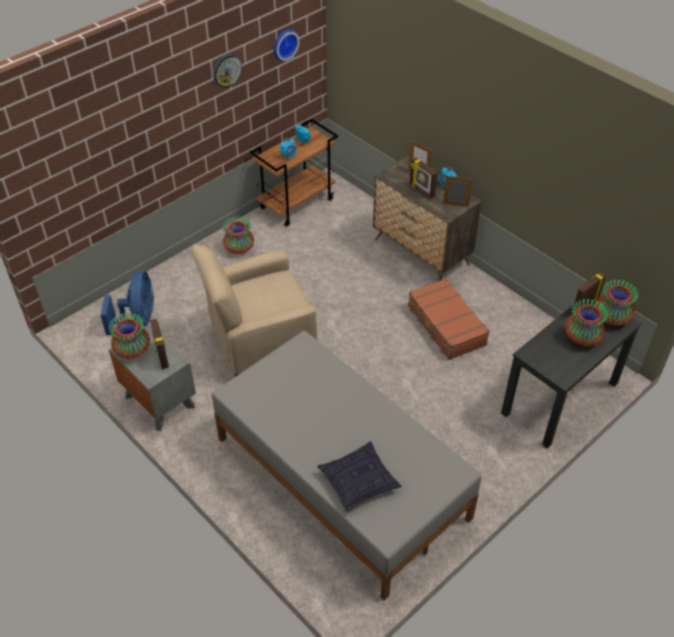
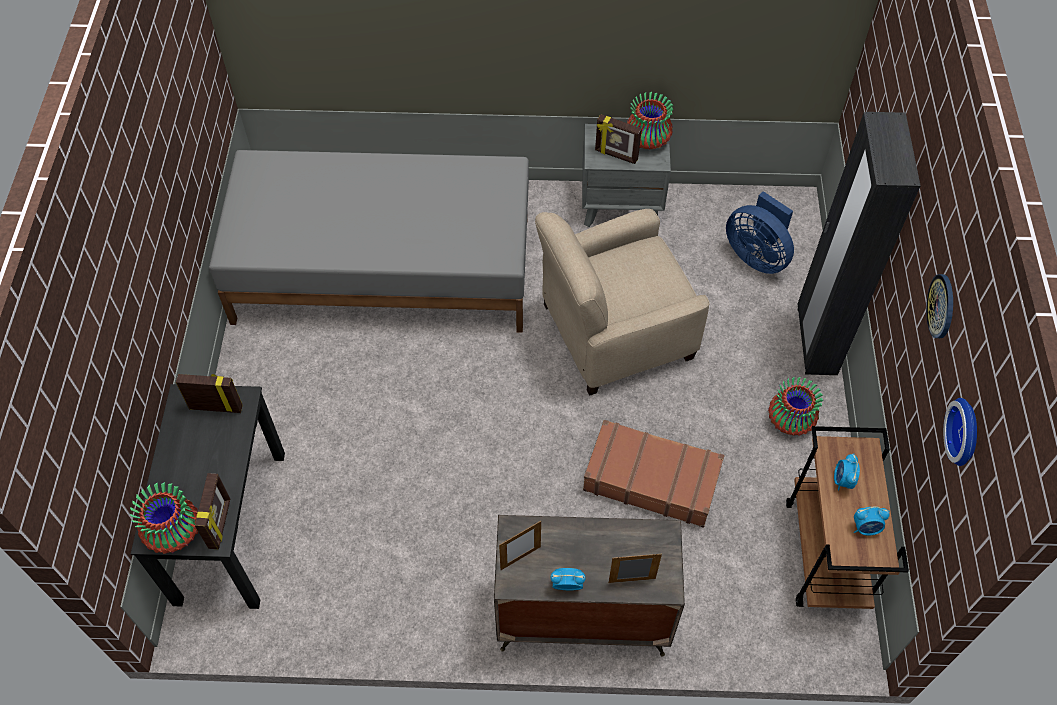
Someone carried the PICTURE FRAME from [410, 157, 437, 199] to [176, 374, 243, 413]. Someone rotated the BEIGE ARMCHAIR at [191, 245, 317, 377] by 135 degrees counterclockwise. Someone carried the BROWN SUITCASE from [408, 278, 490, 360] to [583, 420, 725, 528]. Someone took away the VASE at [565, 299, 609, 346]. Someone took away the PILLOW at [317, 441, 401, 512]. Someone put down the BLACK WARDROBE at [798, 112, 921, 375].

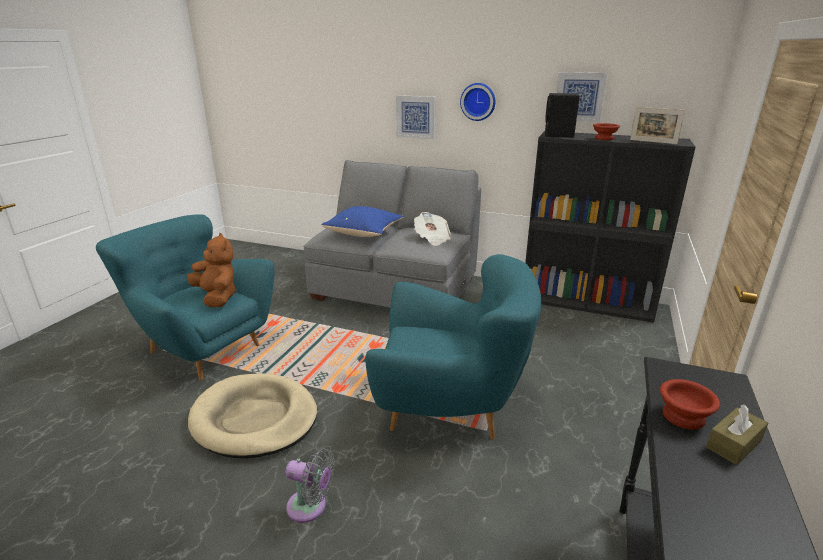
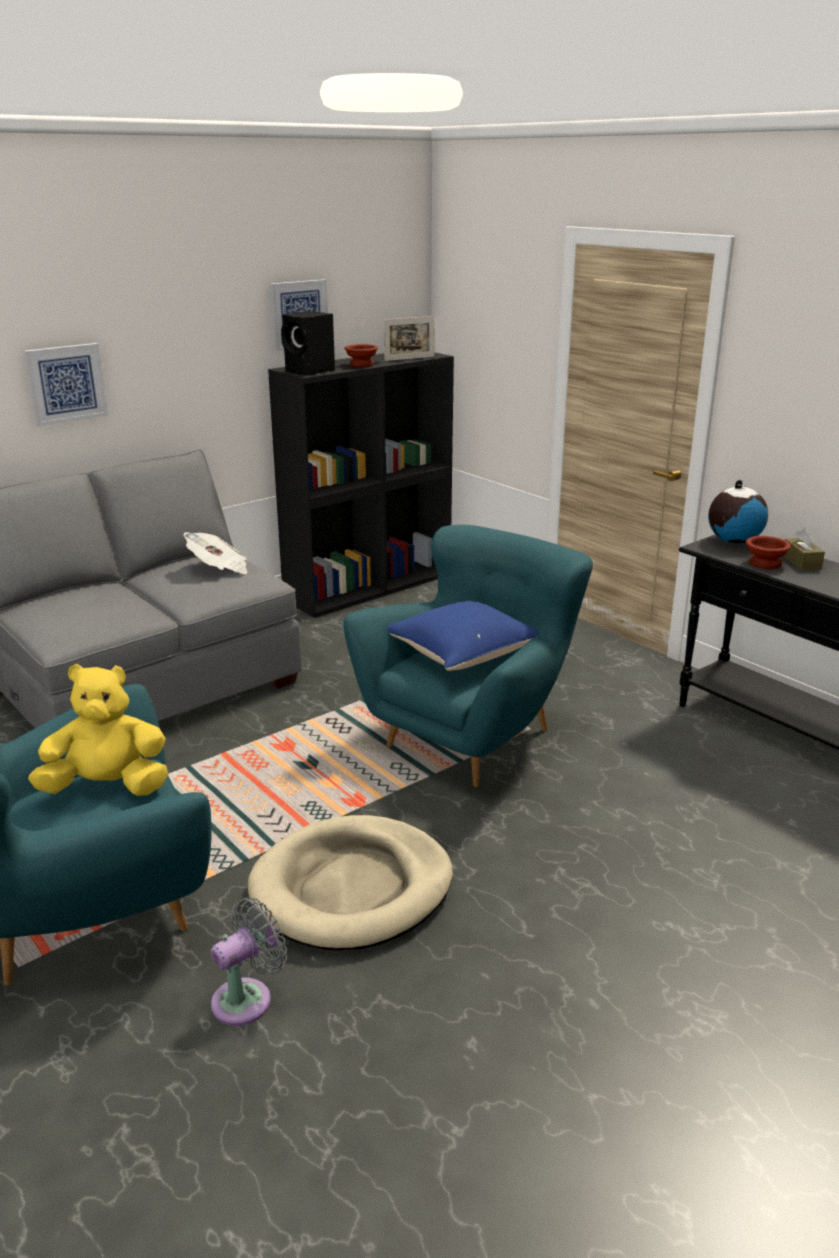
Someone took away the WALL CLOCK at [460, 83, 495, 121]. Someone carried the BLUE PILLOW from [321, 206, 404, 237] to [387, 601, 539, 671]. Someone repainted the BROWN PLUSH TOY at [187, 233, 236, 307], which became the YELLOW PLUSH TOY at [28, 664, 168, 796]. Someone carried the GREY FAN from [285, 448, 335, 523] to [210, 897, 287, 1026]. Someone put down the GLOBE at [708, 480, 768, 544].

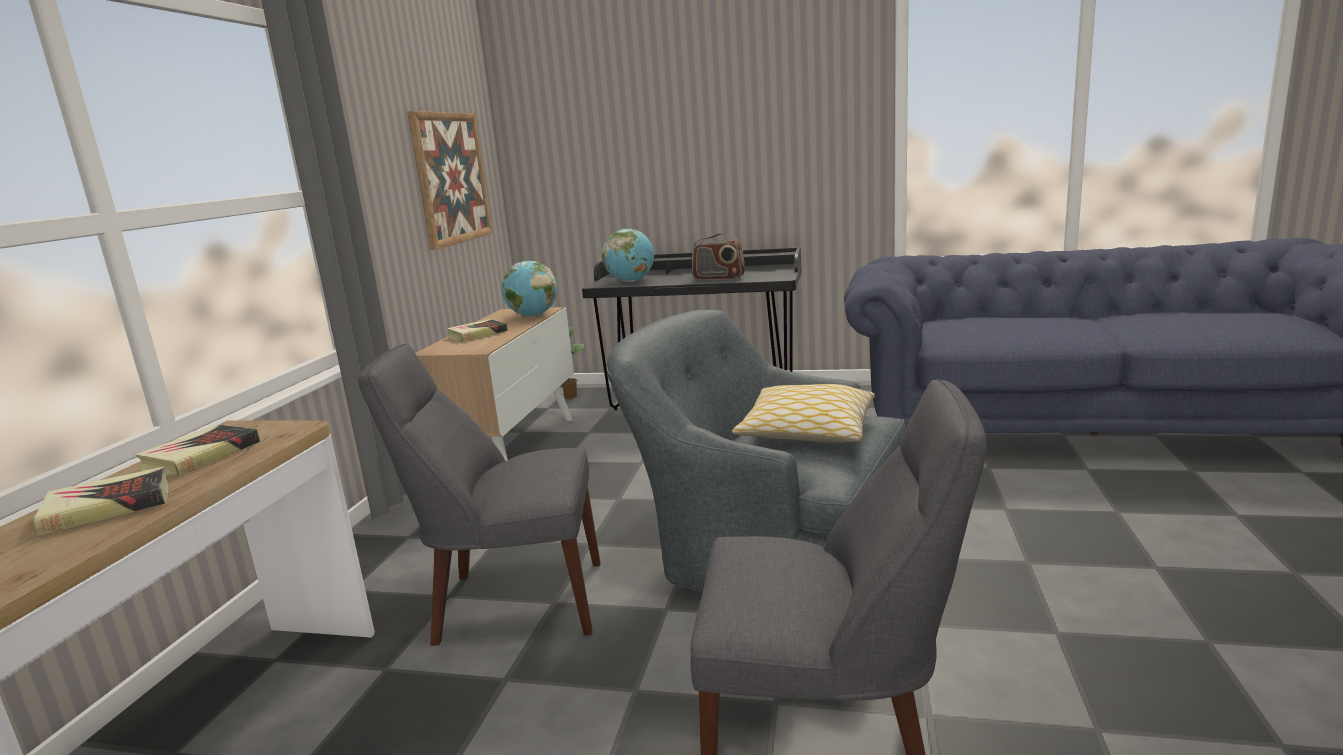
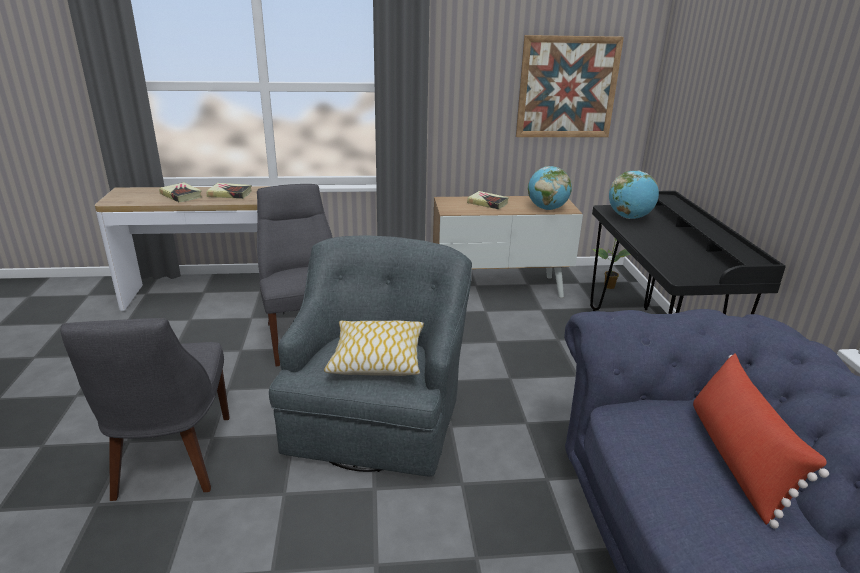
Someone took away the RADIO at [692, 233, 745, 280]. Someone put down the RED PILLOW at [693, 354, 829, 529].

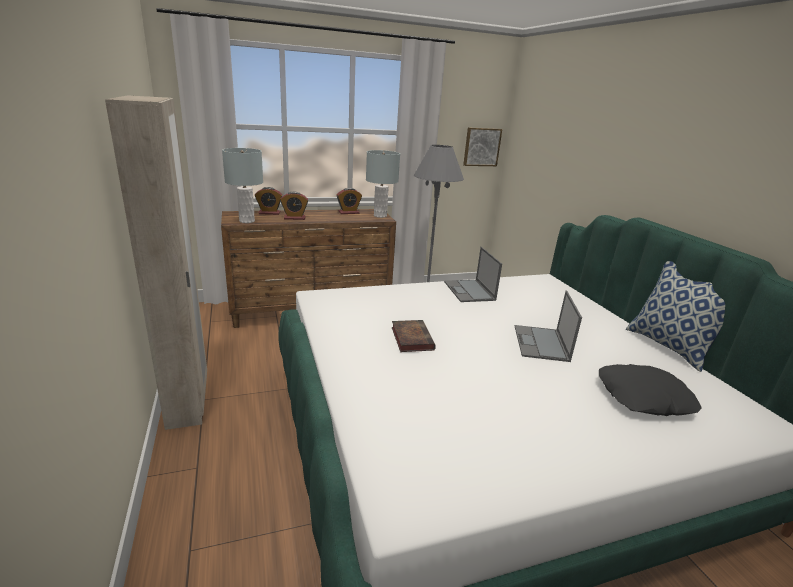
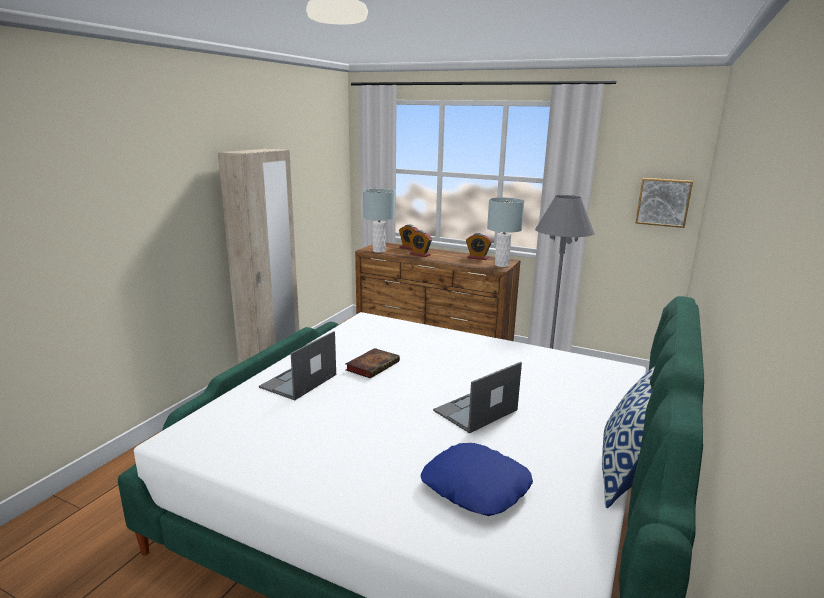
Someone carried the LAPTOP from [444, 247, 502, 302] to [259, 331, 336, 400]. Someone repainted the BLACK PILLOW at [599, 364, 702, 416], which became the BLUE PILLOW at [421, 443, 533, 516].

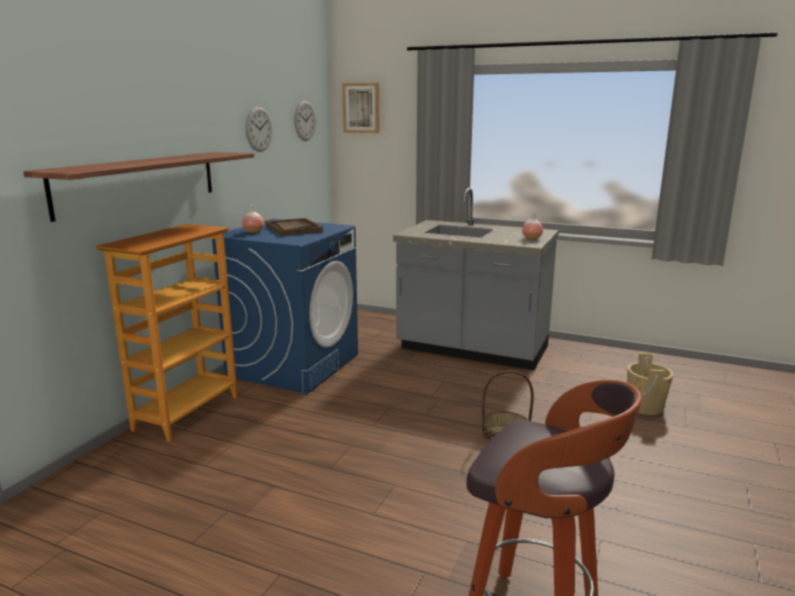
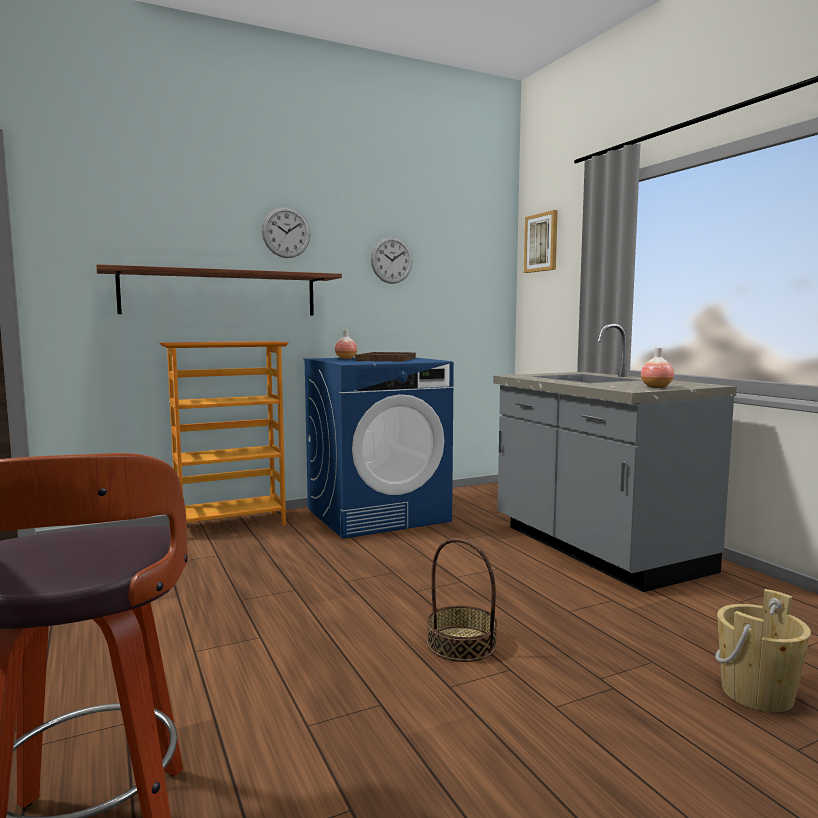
Someone carried the WALL CLOCK from [294, 101, 316, 141] to [262, 207, 311, 258].

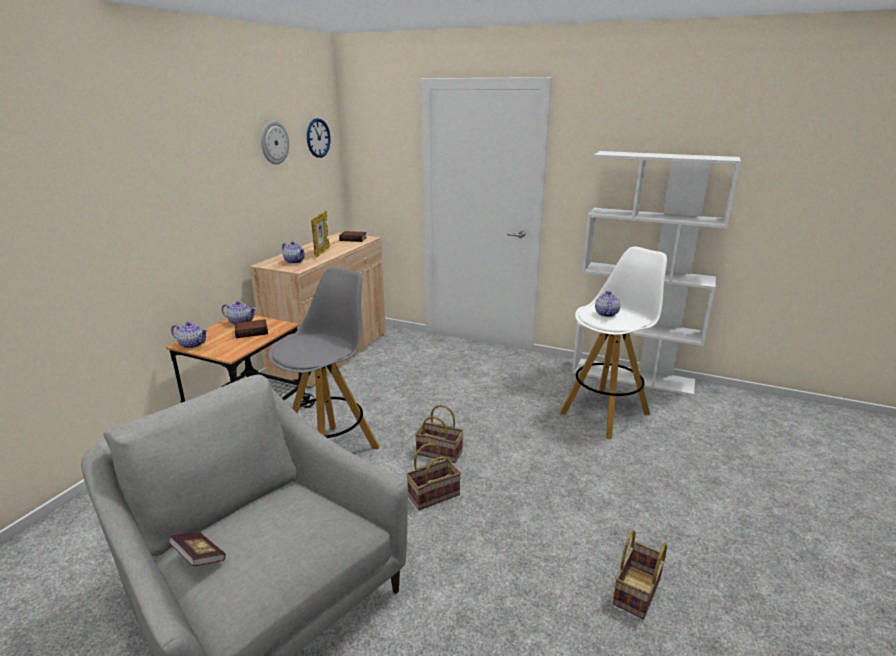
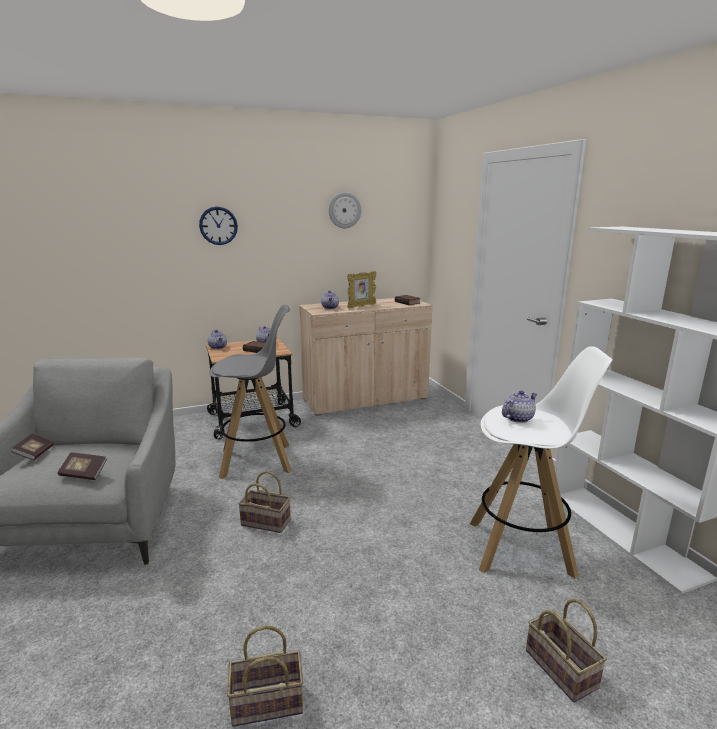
Someone carried the WALL CLOCK from [307, 118, 330, 158] to [199, 207, 238, 245]. Someone carried the BASKET from [415, 405, 464, 463] to [526, 599, 607, 702]. Someone put down the BOOK at [57, 452, 107, 480].

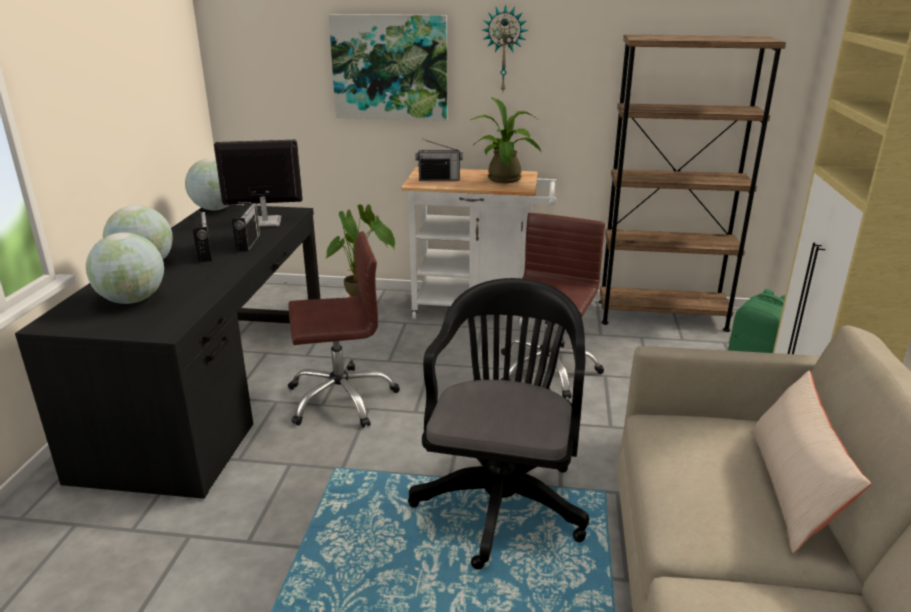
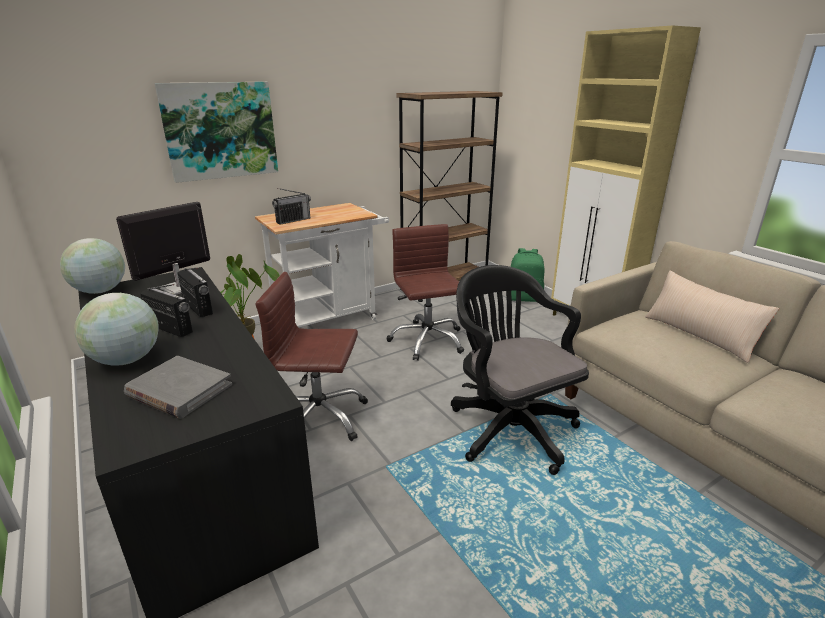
Someone took away the WALL CLOCK at [483, 5, 528, 91]. Someone took away the POTTED PLANT at [470, 97, 541, 183]. Someone rotated the BROWN OFFICE CHAIR at [288, 231, 400, 428] by 120 degrees counterclockwise. Someone swapped the GLOBE at [86, 232, 164, 304] for the GREY BOOK at [124, 356, 232, 419].

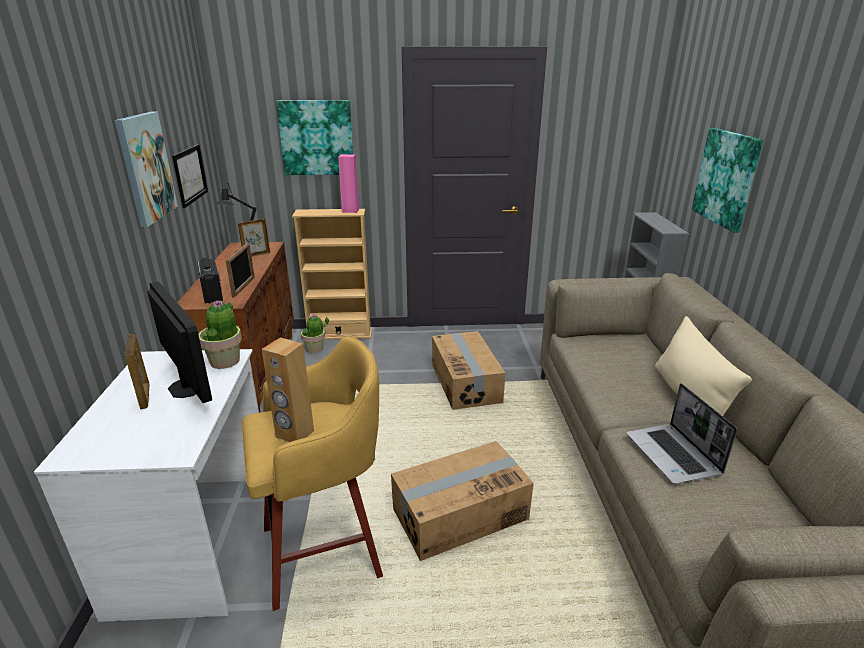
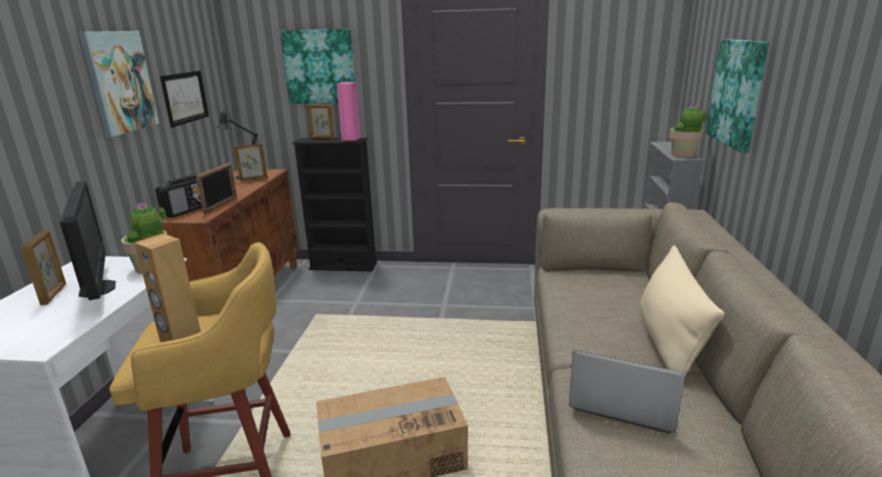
Someone repainted the BEIGE BOOKCASE at [292, 209, 372, 340], which became the BLACK BOOKCASE at [293, 137, 377, 271]. Someone rotated the RADIO at [197, 258, 223, 303] by 45 degrees clockwise. Someone carried the POTTED PLANT from [301, 314, 329, 353] to [669, 104, 707, 158]. Someone took away the CARDBOARD BOX at [432, 331, 506, 410]. Someone rotated the LAPTOP at [626, 383, 737, 485] by 120 degrees clockwise. Someone put down the PICTURE FRAME at [307, 104, 334, 139].

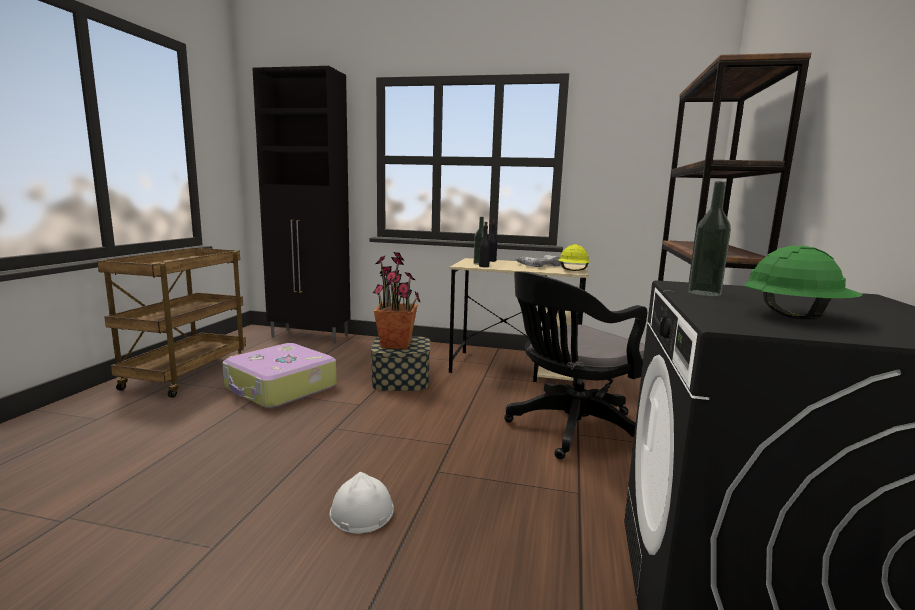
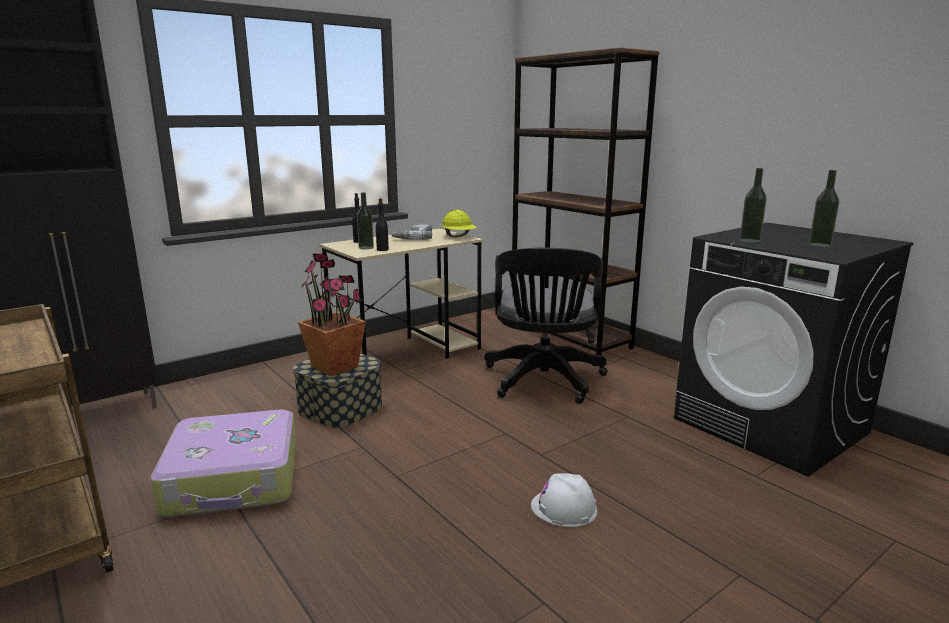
Someone swapped the GREEN HARD HAT at [744, 246, 862, 319] for the BOTTLE at [809, 170, 839, 247].

